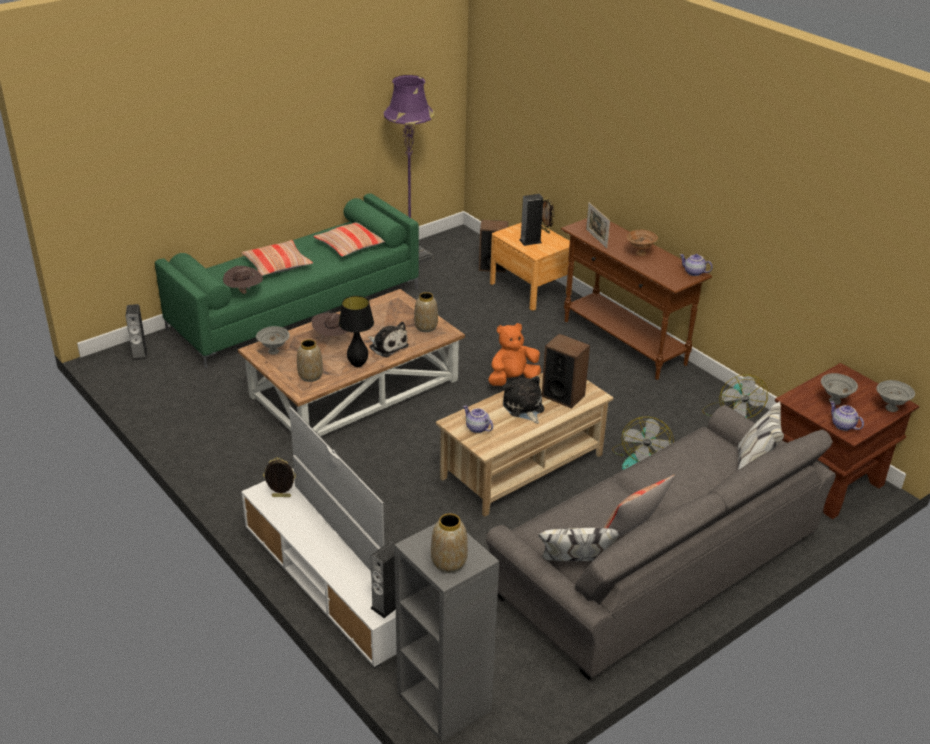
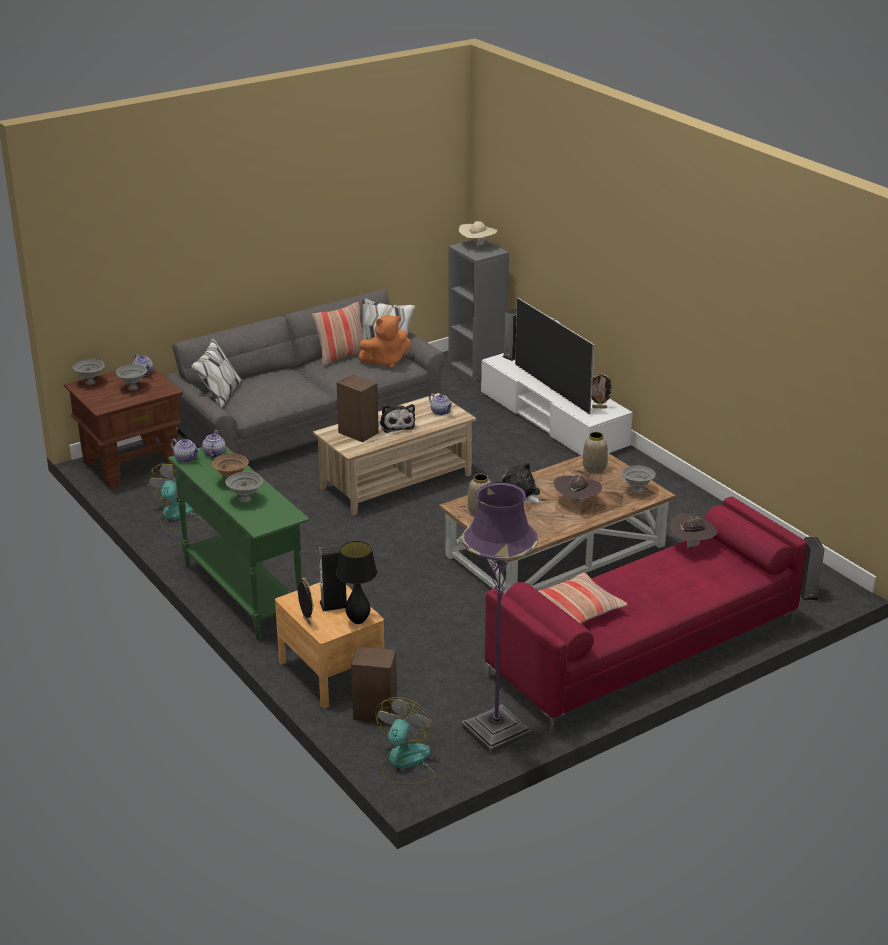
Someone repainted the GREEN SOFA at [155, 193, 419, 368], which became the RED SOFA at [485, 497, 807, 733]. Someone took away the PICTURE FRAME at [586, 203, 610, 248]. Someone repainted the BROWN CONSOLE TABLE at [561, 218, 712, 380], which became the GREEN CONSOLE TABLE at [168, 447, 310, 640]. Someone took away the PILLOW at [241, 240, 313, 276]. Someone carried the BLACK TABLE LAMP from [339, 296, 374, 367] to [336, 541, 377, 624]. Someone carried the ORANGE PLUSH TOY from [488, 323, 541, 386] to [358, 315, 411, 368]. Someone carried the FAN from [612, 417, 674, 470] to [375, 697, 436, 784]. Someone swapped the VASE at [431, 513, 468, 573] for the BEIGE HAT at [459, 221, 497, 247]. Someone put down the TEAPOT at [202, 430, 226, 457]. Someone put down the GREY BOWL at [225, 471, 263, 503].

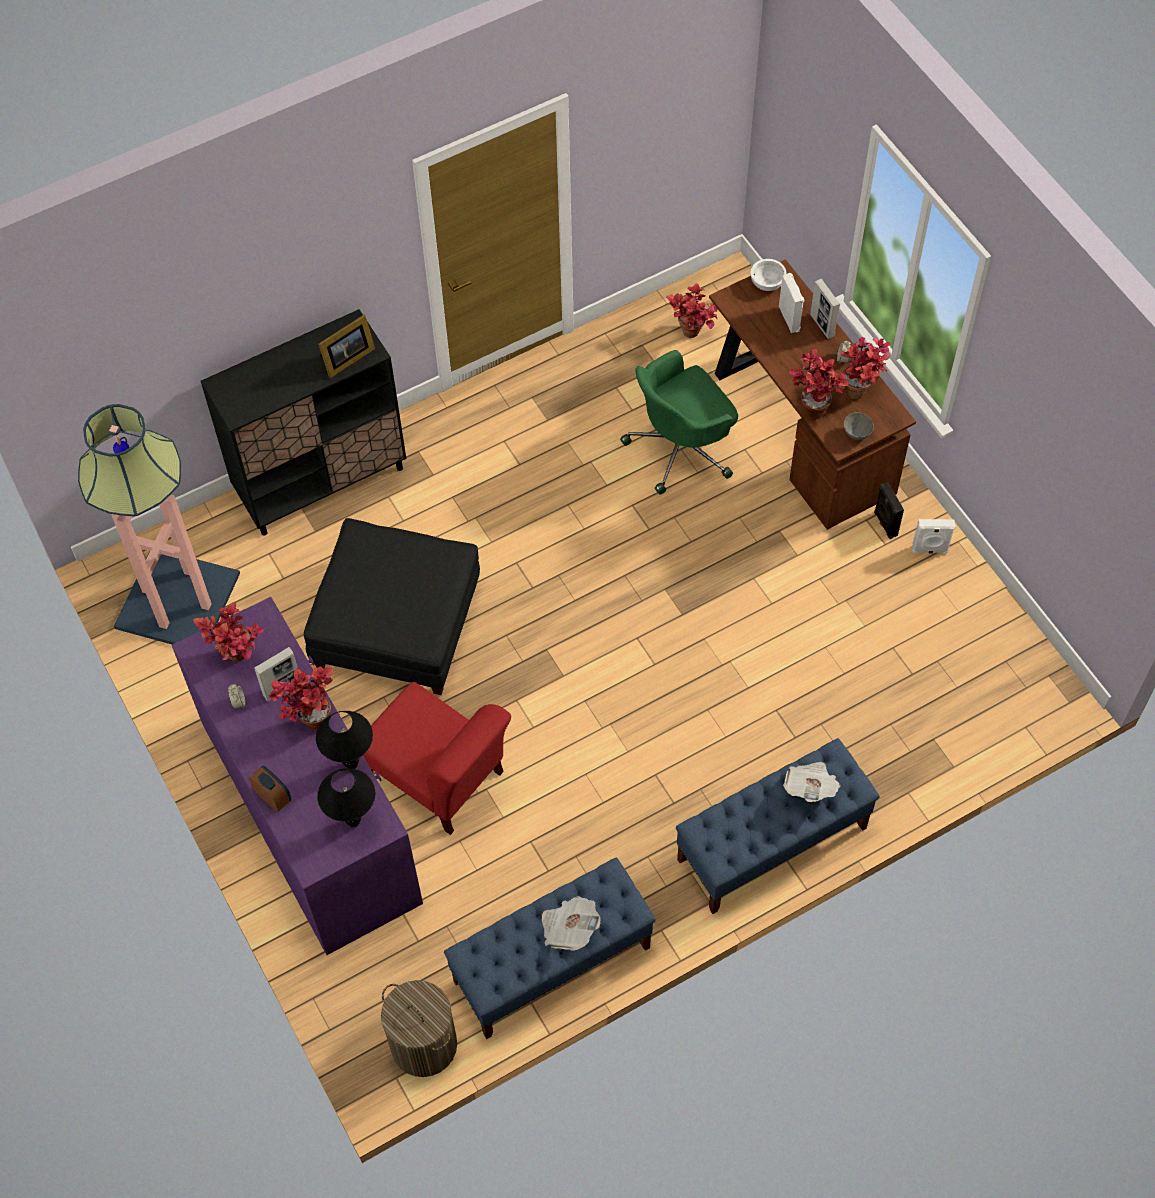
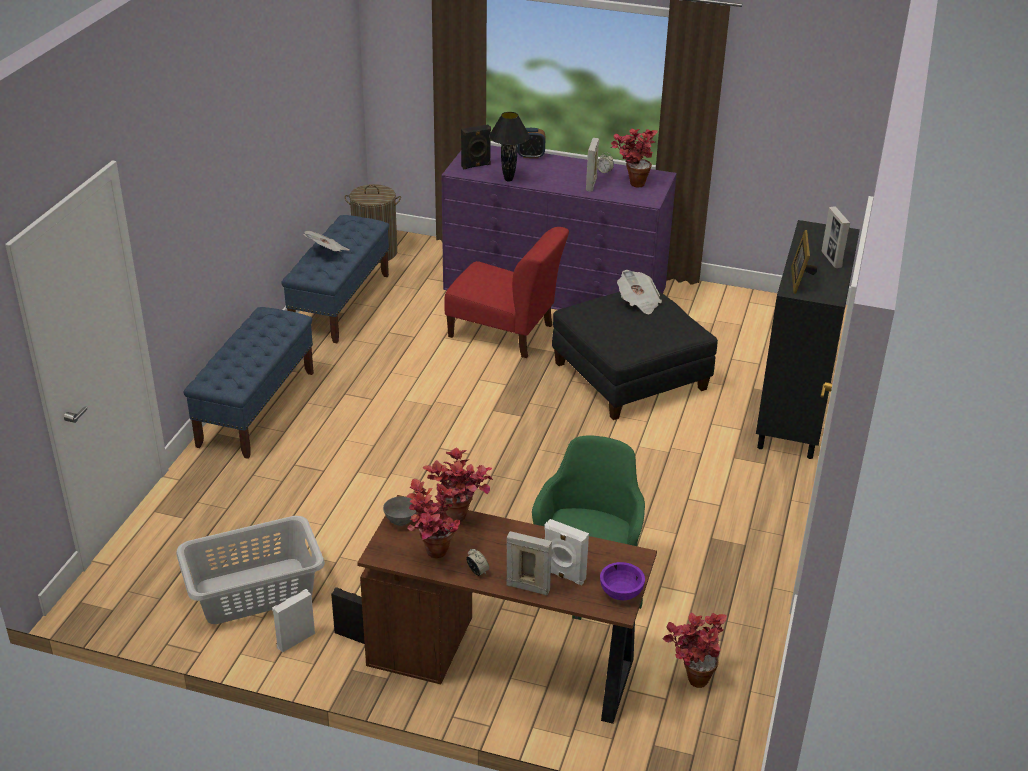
Someone repainted the WHITE BOWL at [751, 259, 787, 291], which became the PURPLE BOWL at [600, 562, 645, 600]. Someone took away the FLOOR LAMP at [78, 404, 240, 644]. Someone took away the POTTED PLANT at [268, 667, 333, 730]. Someone rotated the RED CHAIR at [363, 682, 511, 835] by 150 degrees counterclockwise. Someone carried the NEWSPAPER from [783, 762, 840, 802] to [617, 270, 662, 314]. Someone swapped the BLACK TABLE LAMP at [317, 768, 376, 827] for the BLACK SPEAKER at [461, 125, 491, 169]. Someone put down the PICTURE FRAME at [821, 207, 850, 268]. Someone put down the GREY LAUNDRY BASKET at [176, 516, 325, 624].

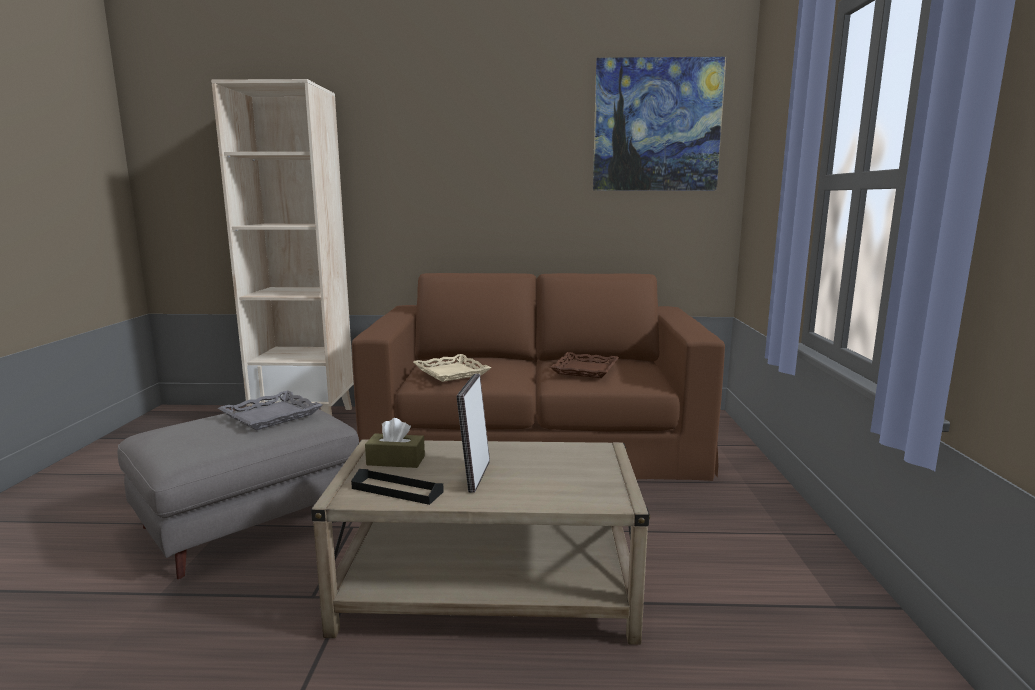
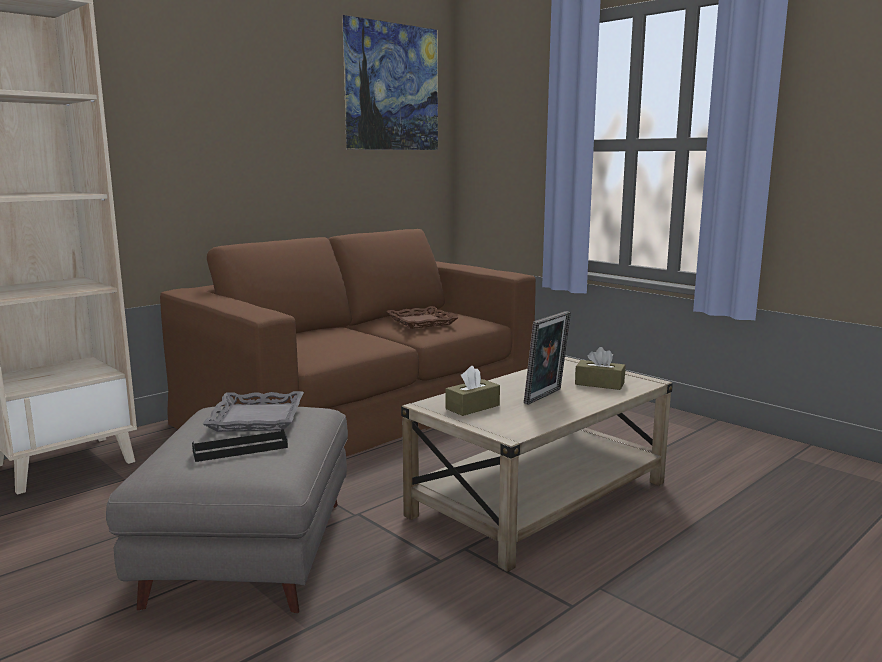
Someone took away the BEIGE TRAY at [413, 354, 491, 382]. Someone rotated the PICTURE FRAME at [456, 374, 490, 493] by 105 degrees counterclockwise. Someone carried the BLACK TRAY from [351, 469, 444, 505] to [192, 429, 288, 462]. Someone put down the BROWN TISSUE BOX at [575, 347, 626, 390].

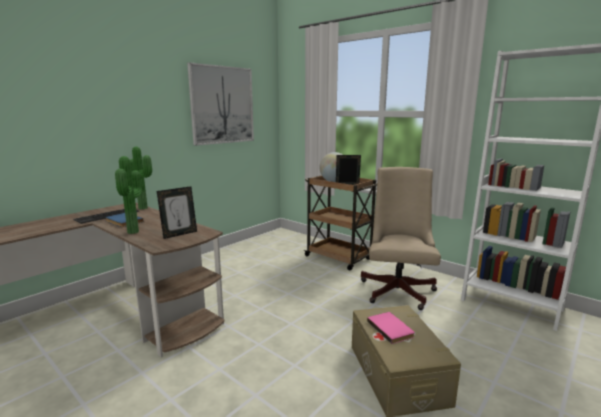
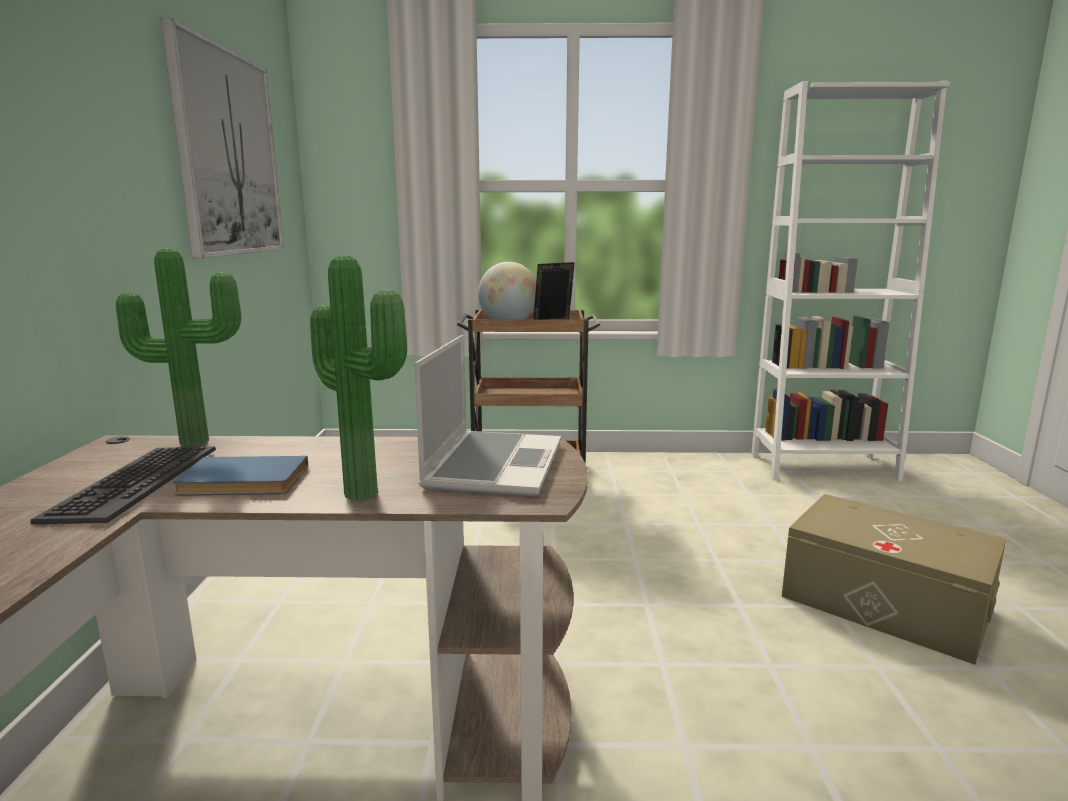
Someone took away the BEIGE OFFICE CHAIR at [361, 167, 441, 310]. Someone swapped the PICTURE FRAME at [157, 186, 197, 239] for the LAPTOP at [414, 335, 561, 496]. Someone took away the PINK BOOK at [367, 312, 415, 344].

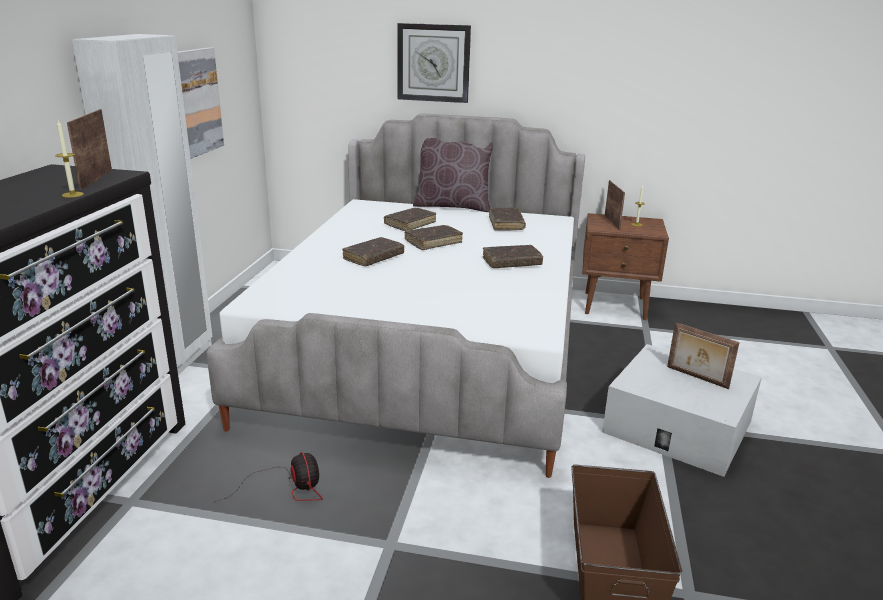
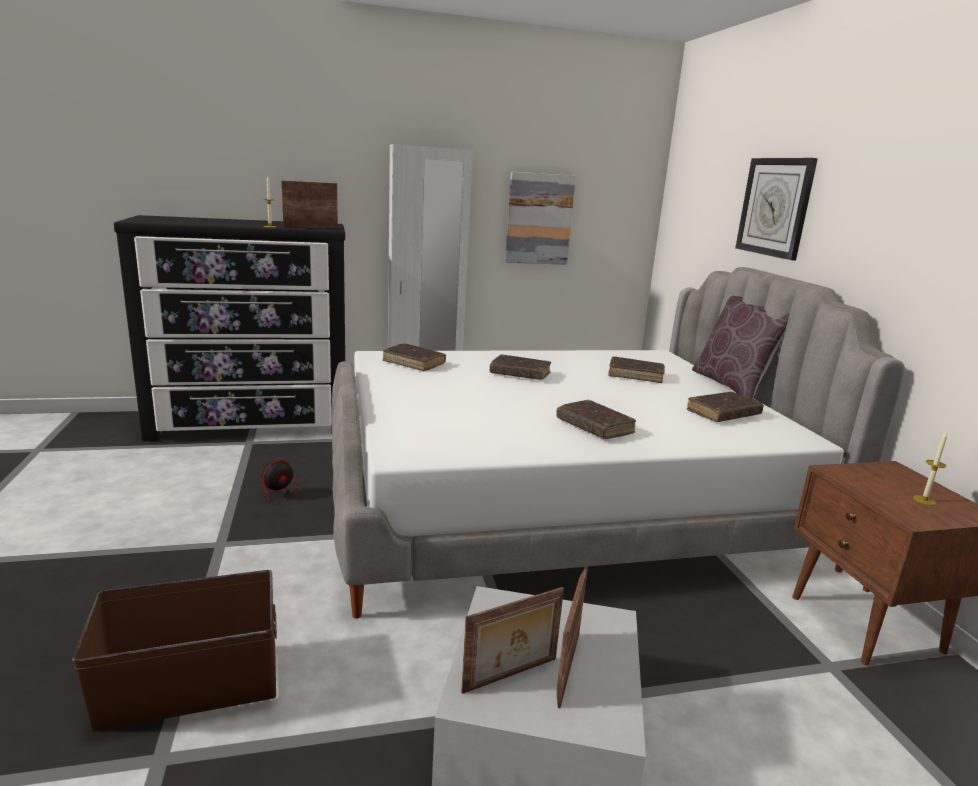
Someone carried the PICTURE FRAME from [605, 180, 625, 230] to [461, 587, 564, 694]. Someone carried the BROWN BOOK from [405, 225, 463, 250] to [382, 343, 446, 371].

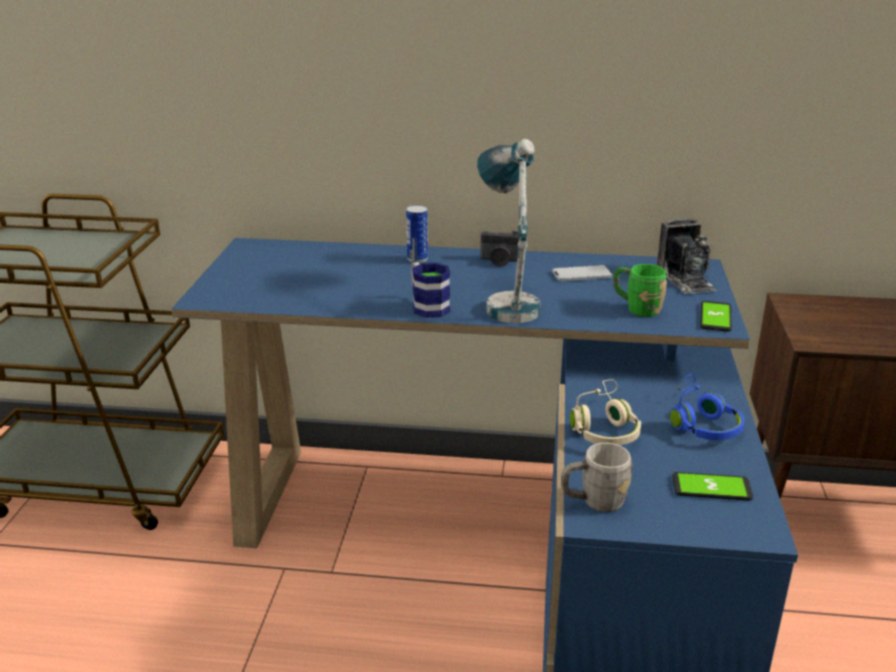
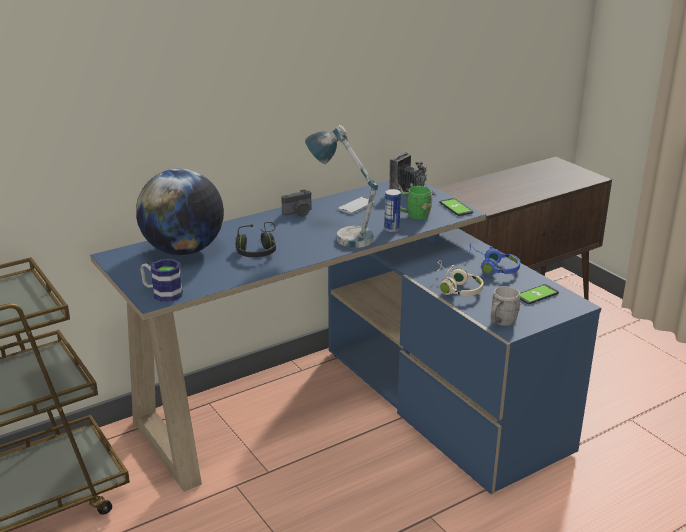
Someone carried the CAN from [406, 205, 428, 263] to [384, 189, 401, 232]. Someone carried the MUG from [411, 262, 450, 318] to [140, 259, 183, 302]. Someone put down the GLOBE at [136, 169, 224, 255]. Someone put down the BLACK HEADPHONES at [235, 222, 276, 257].

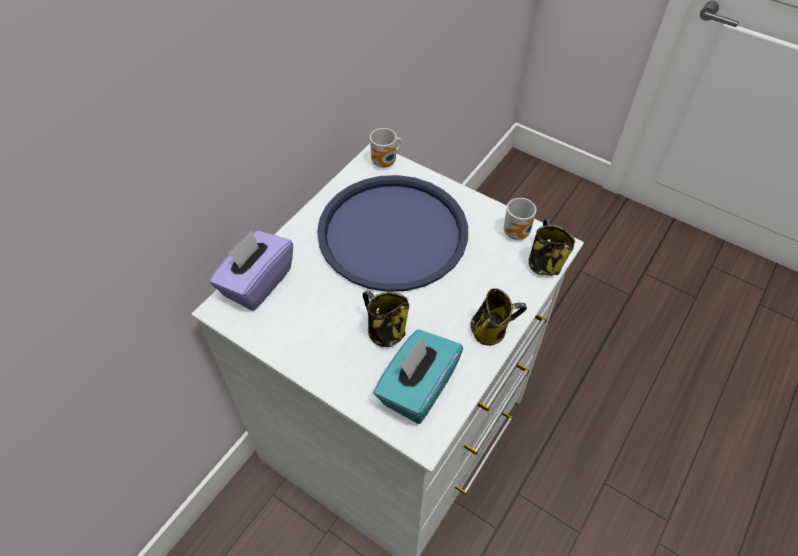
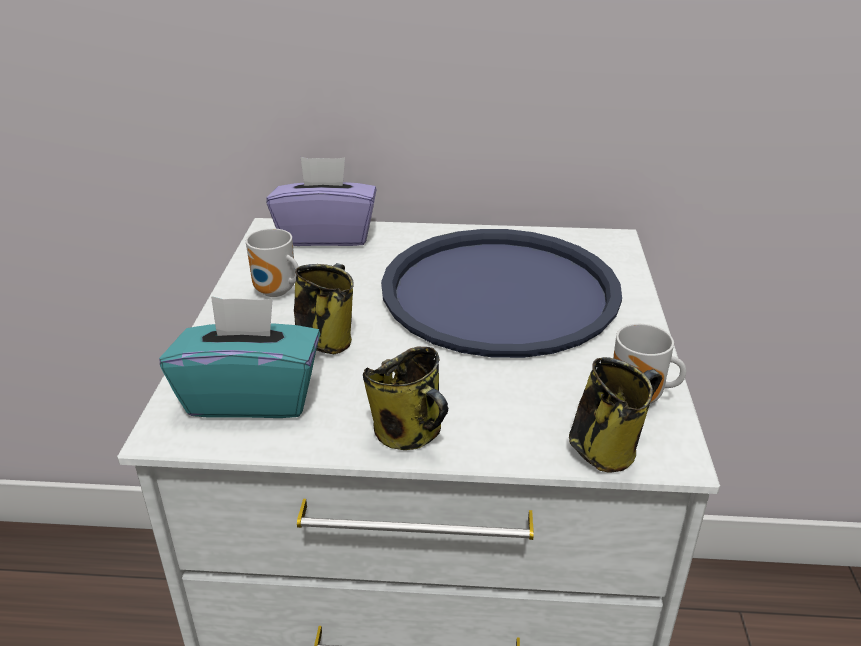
Someone carried the MUG from [370, 128, 402, 168] to [246, 228, 299, 297].

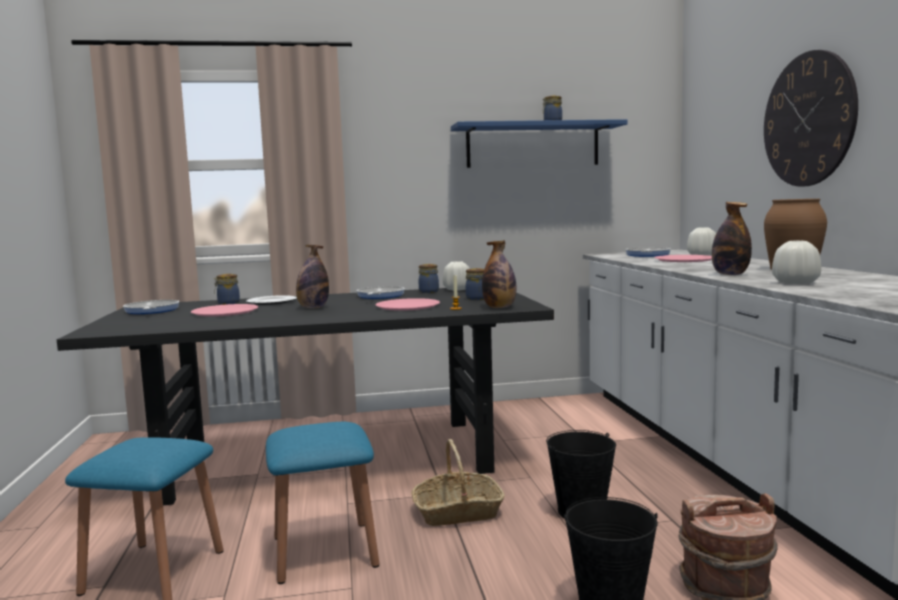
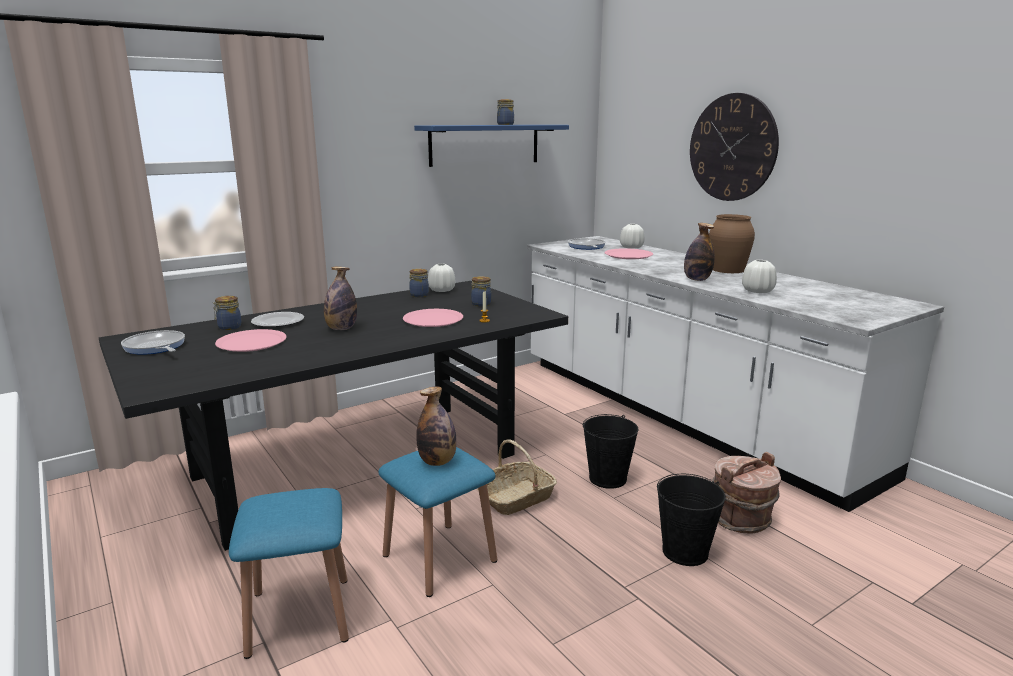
Someone carried the BOTTLE from [482, 240, 516, 308] to [416, 387, 457, 466]. Someone took away the FRYING PAN at [357, 286, 405, 299].

